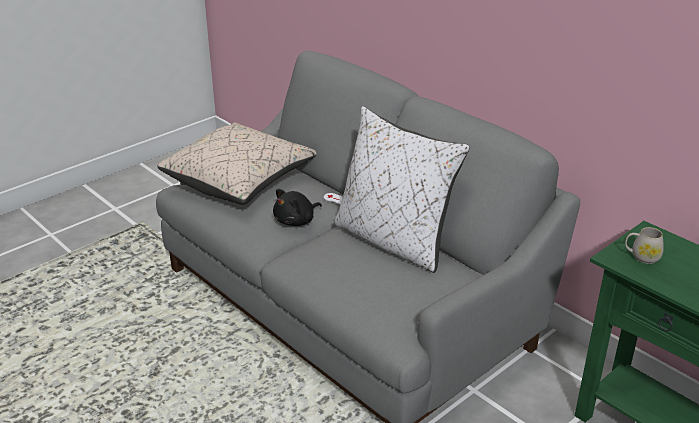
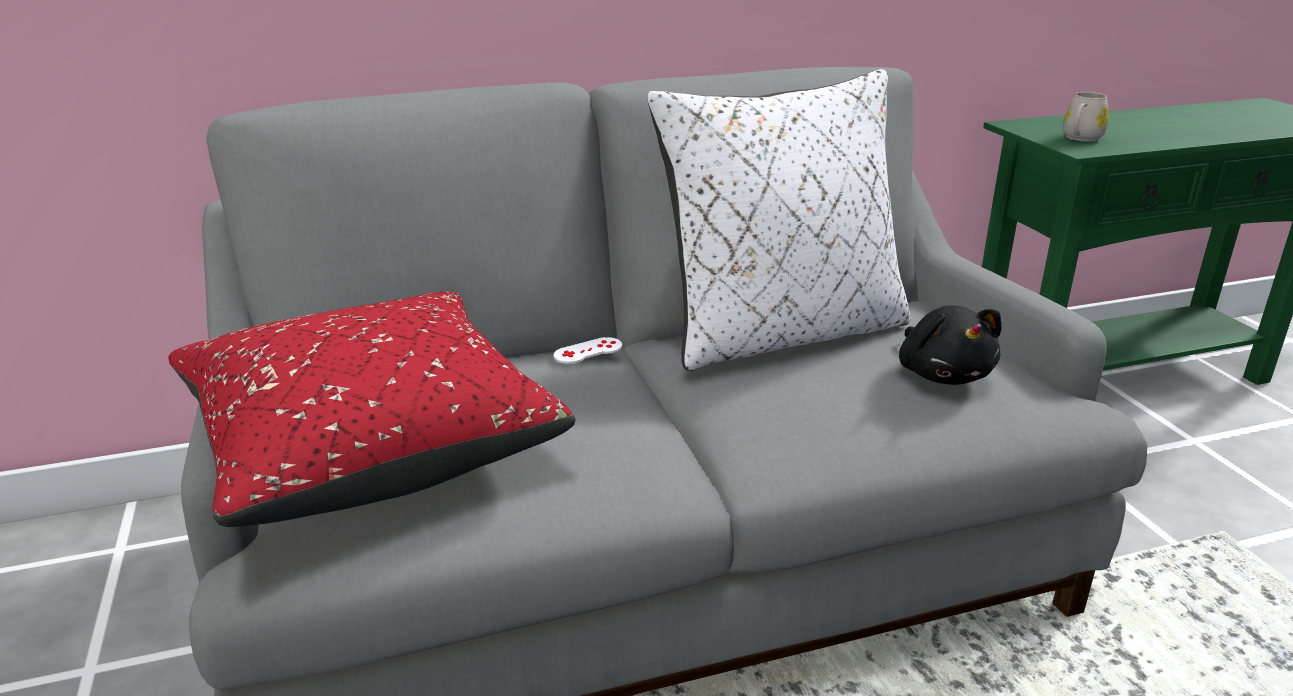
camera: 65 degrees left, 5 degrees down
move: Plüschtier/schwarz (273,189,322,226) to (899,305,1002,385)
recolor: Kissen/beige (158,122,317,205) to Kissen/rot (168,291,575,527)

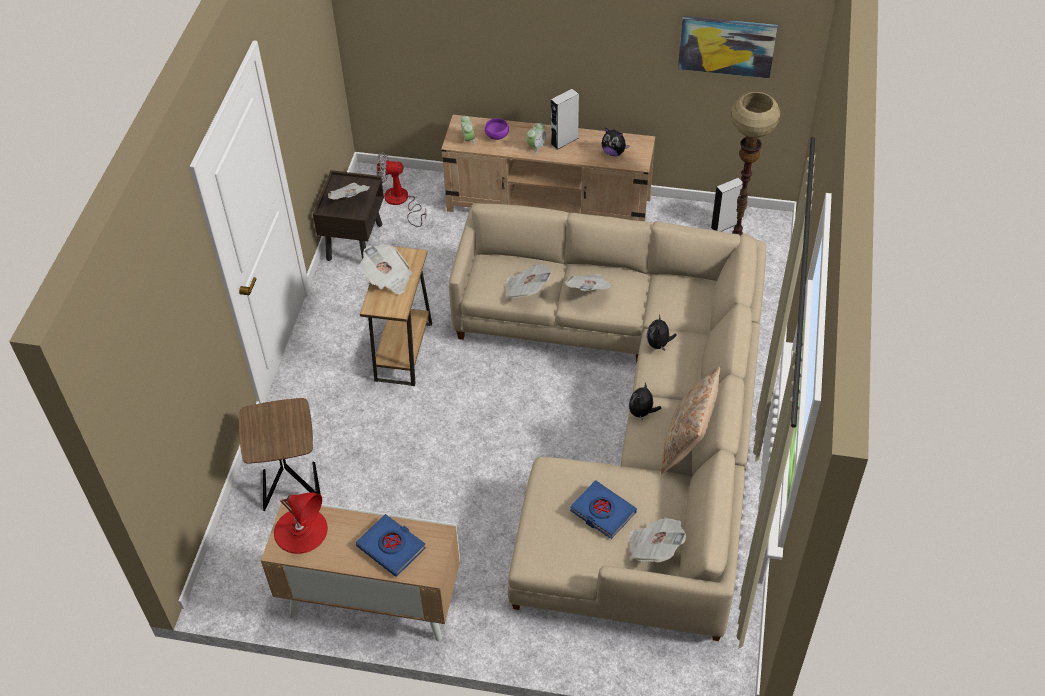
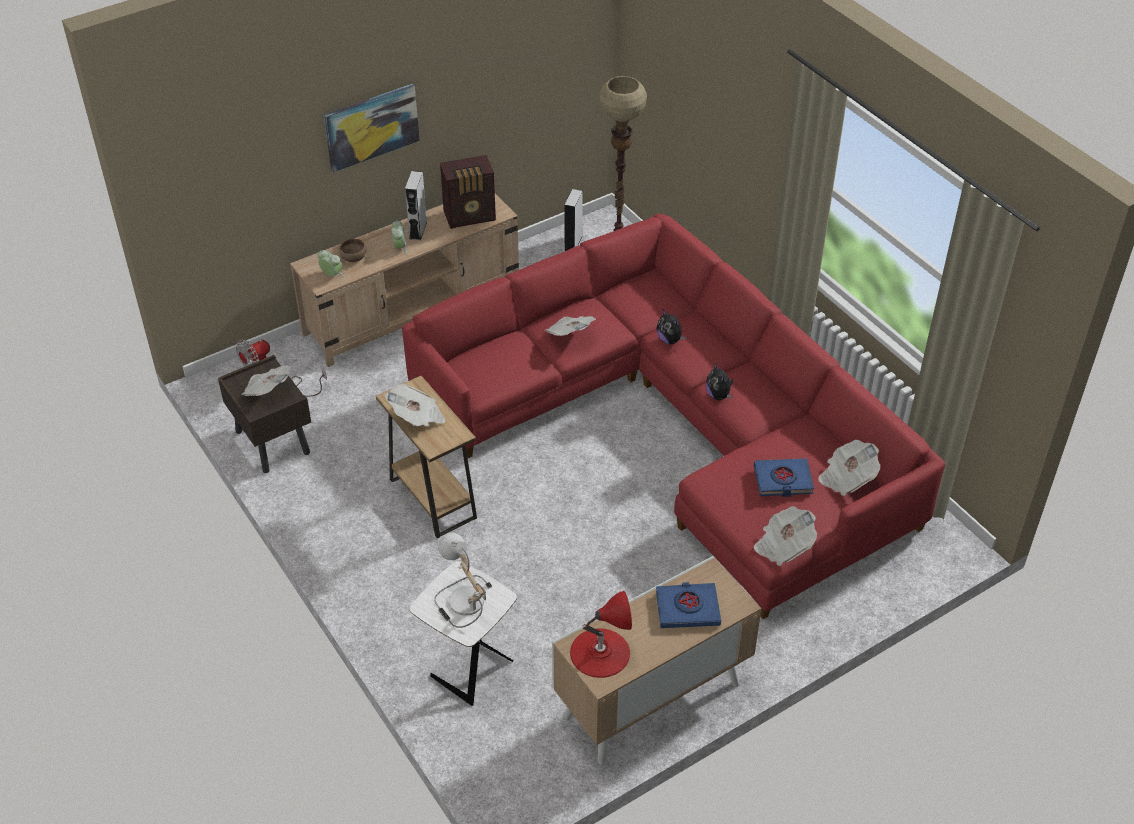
camera: 45 degrees left, 5 degrees down
delete: Kissen/beige (661,367,720,474)
insert: Tischlampe (434,533,492,628)
move: Zeitung (506,265,551,298) to (754,506,817,566); Bild (678,16,778,78) to (324,84,420,173)
replace: Plüschtier (601,127,630,156) to Radio (440,155,496,229)
recolor: Beistelltisch/braun (239,398,321,511) to Beistelltisch/weiß (410,561,517,706); Sofa/beige (449,203,766,641) to Sofa/rot (402,214,946,619); Schüssel/lila (485,118,509,140) to Schüssel/braun (339,239,366,262)

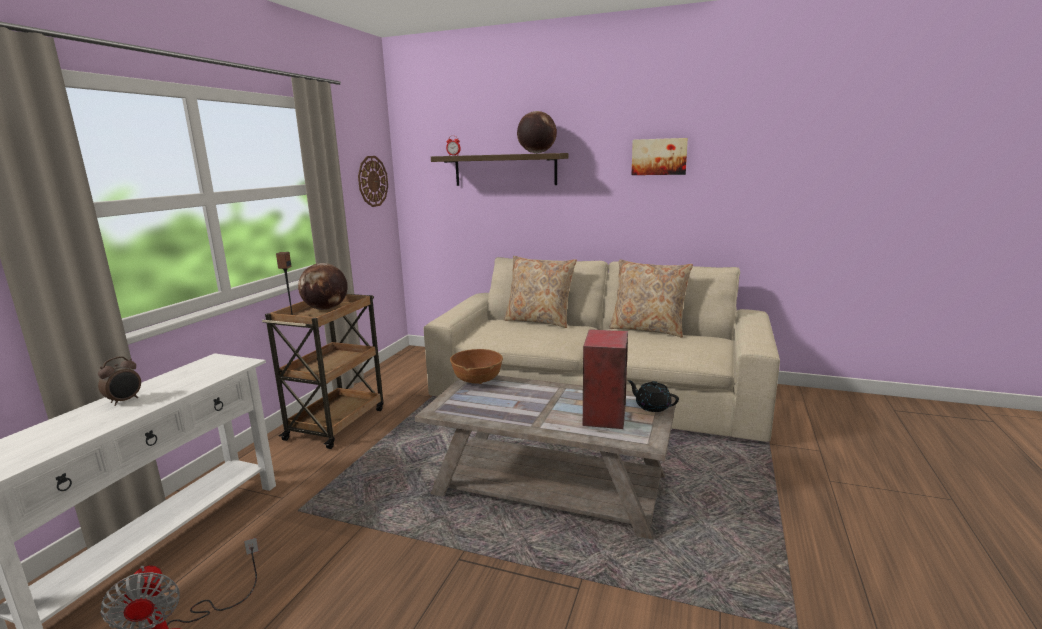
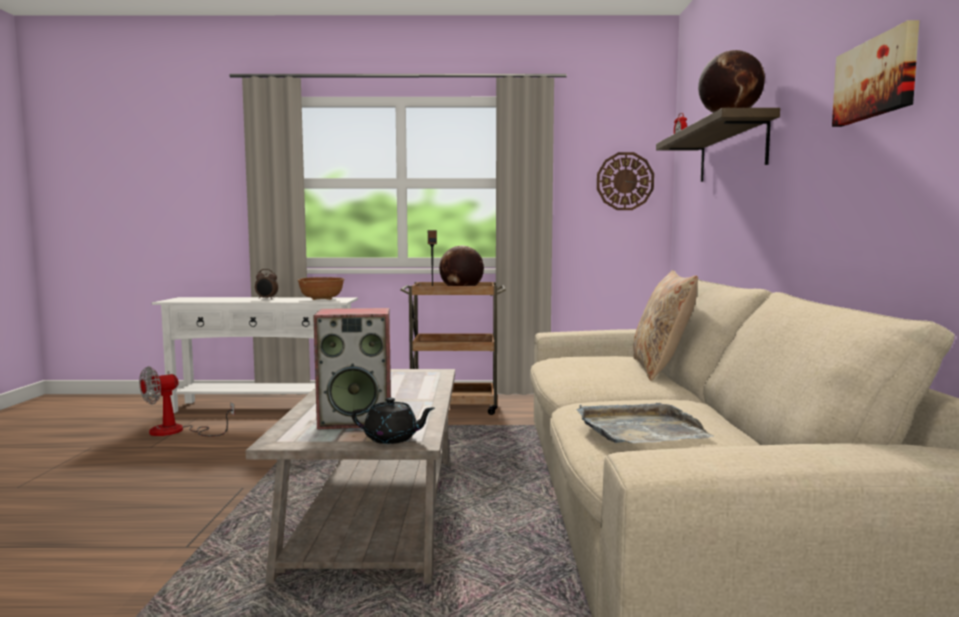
camera: 70 degrees right, 10 degrees down
delete: Kissen/beige (609,259,693,338)
insert: Tablett/grau (576,403,714,443)
move: Schüssel/braun (450,349,503,384) to (298,277,344,300)
rotate: Teekanne/schwarz (628,380,679,412) = (352,398,435,444) 75 degrees clockwise

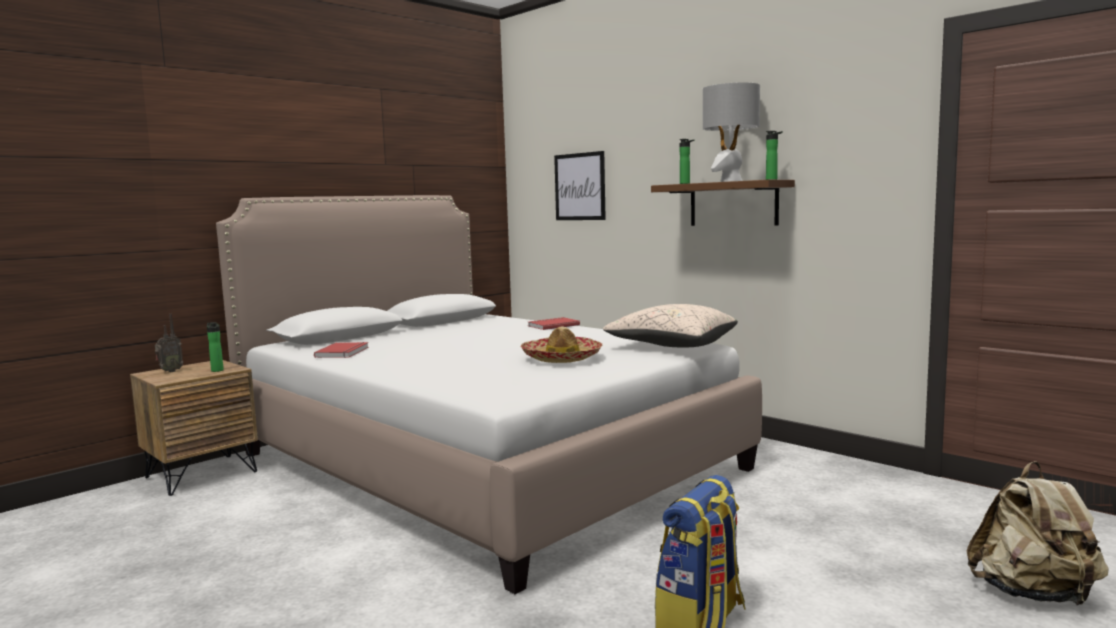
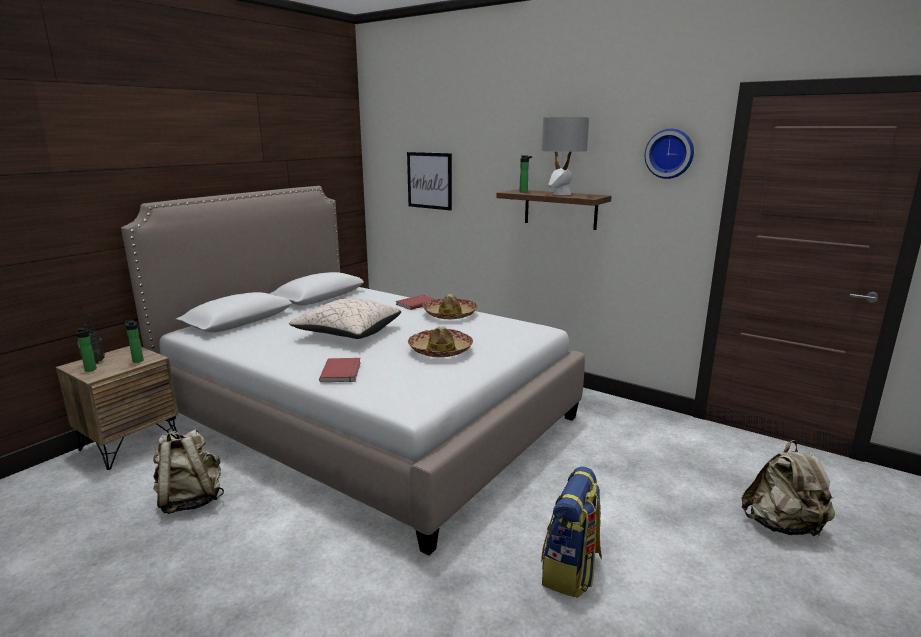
camera: 10 degrees left, 10 degrees up
insert: Rucksack/beige (153,429,224,514); Hut (422,294,477,319); Wanduhr (645,129,694,179)
move: Buch/rot (314,342,369,358) to (319,357,361,382); Kissen/beige (603,304,738,347) to (289,298,401,339); Flasche (766,131,783,180) to (76,328,97,372)

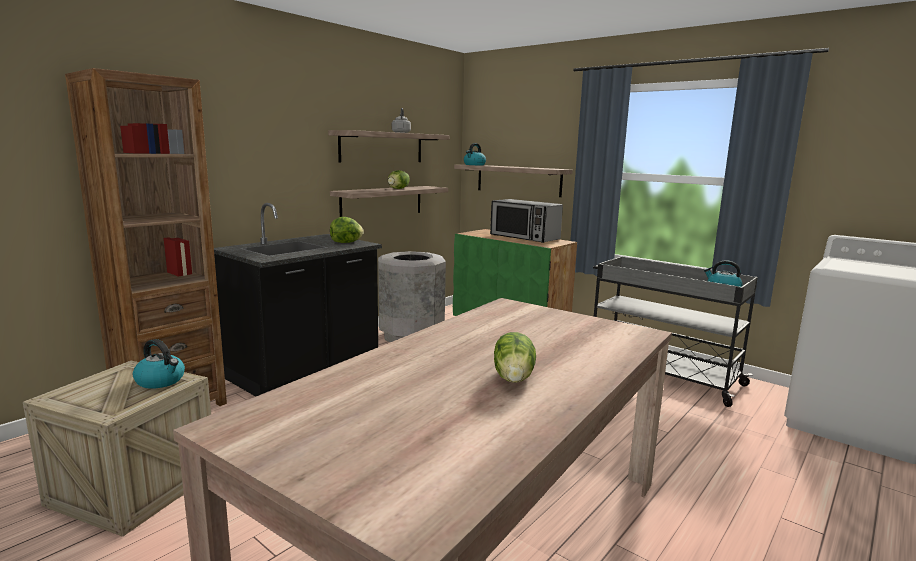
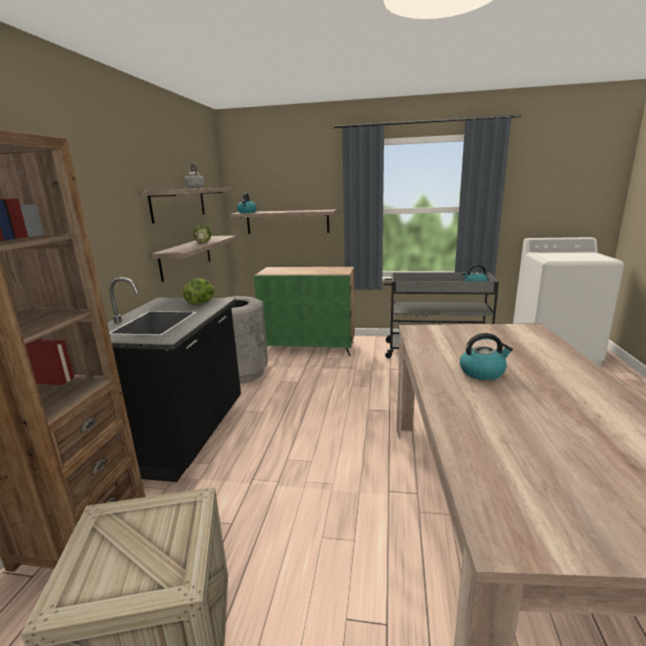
camera: 30 degrees left, 5 degrees up
delete: Mikrowelle (490,199,563,243); Salatkopf (494,332,536,383)
move: Wasserkessel (133,339,185,389) to (460,333,513,380)

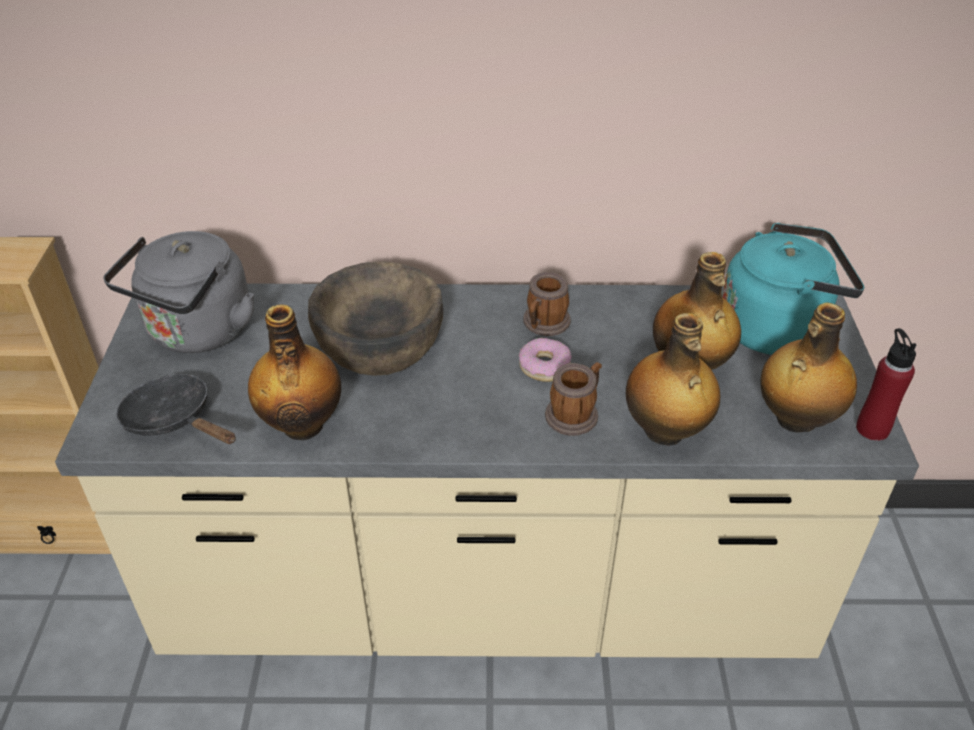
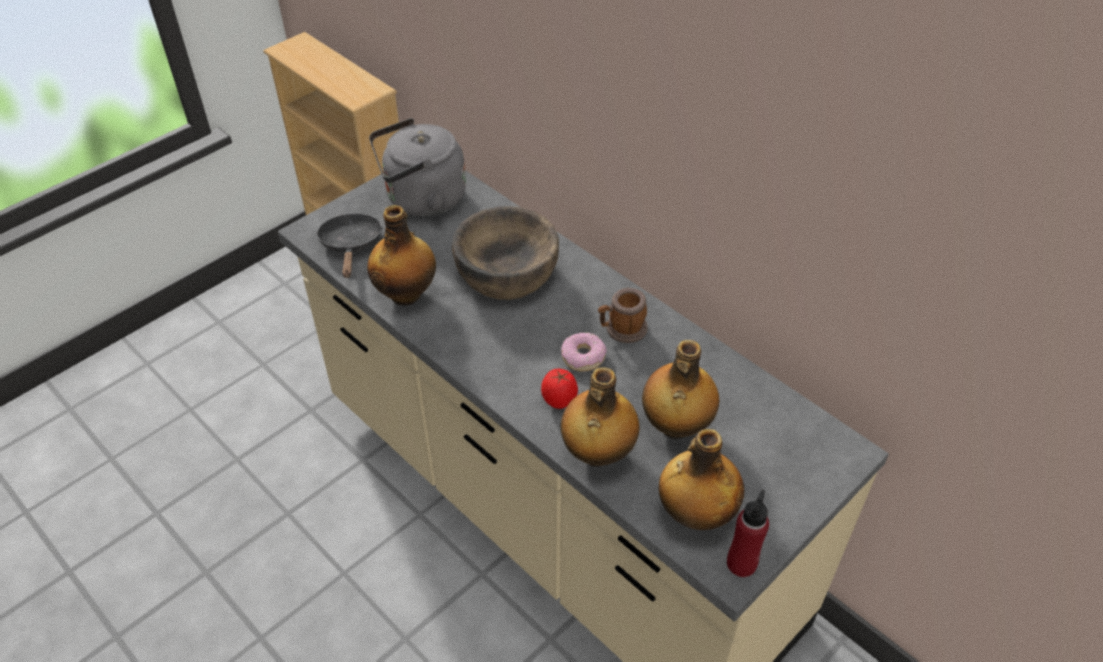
camera: 45 degrees right, 5 degrees up
delete: Wasserkessel/türkis (722,223,864,355)
replace: Henkelbecher (545,362,602,436) to Tomate (541,369,578,409)

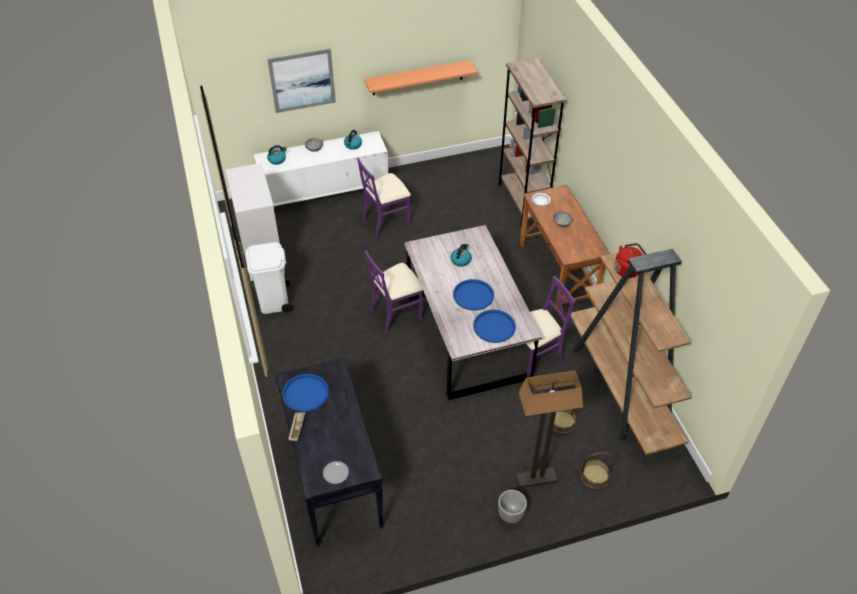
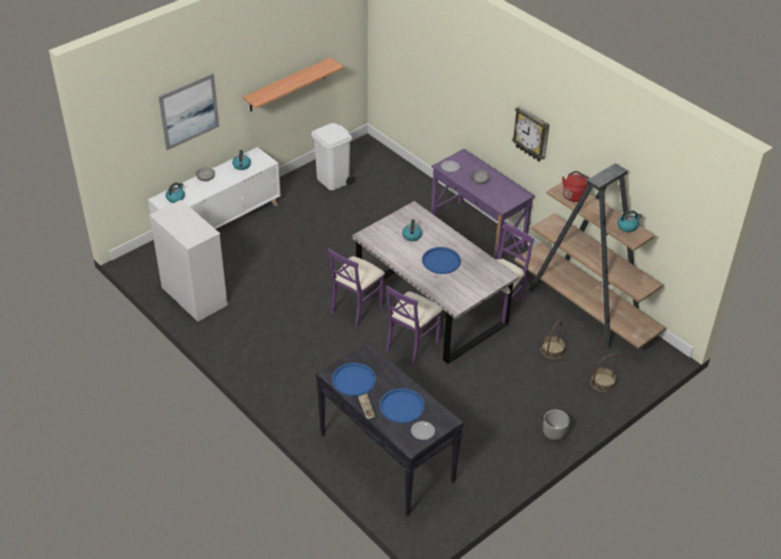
camera: 25 degrees left, 5 degrees down
delete: Bücherregal/braun (498,58,566,227); Stehlampe (516,371,583,488)
insert: Wanduhr (512,106,550,162); Wasserkessel (617,210,642,232)
move: Mülleimer/weiß (246,242,293,314) to (311,123,355,190); Stuhl/lila (357,158,411,237) to (386,286,443,365); Tablett/blau (473,310,516,343) to (380,388,425,423)
recolor: Schreibtisch/braun (520,185,610,313) to Schreibtisch/lila (431,149,535,259)

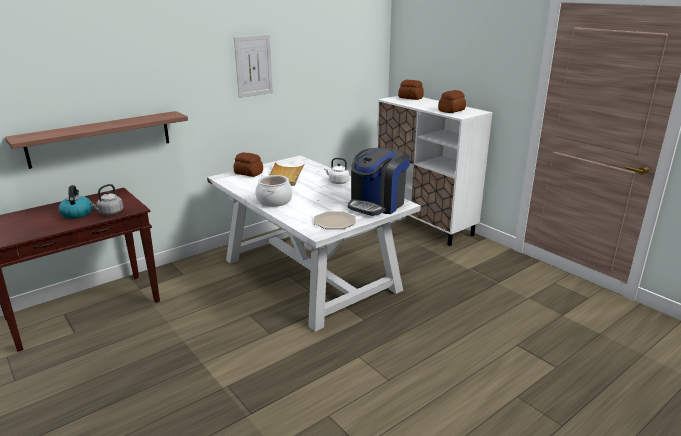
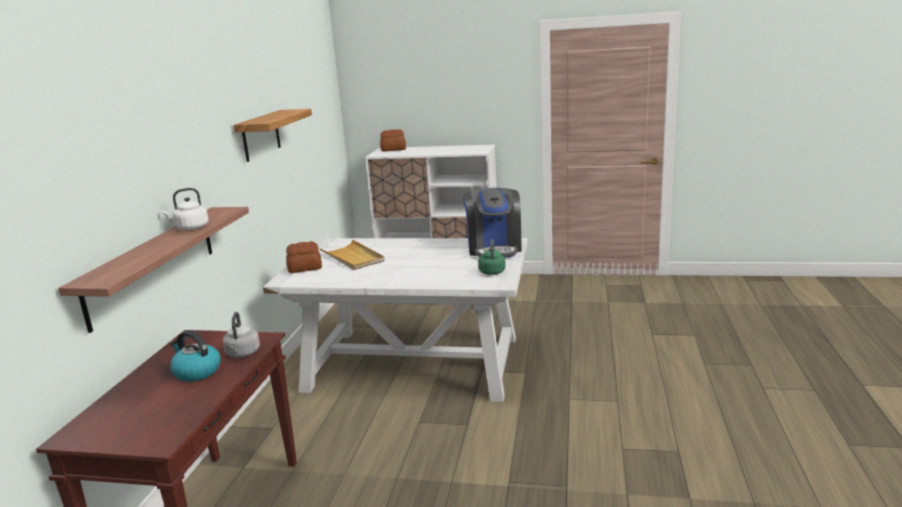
camera: 40 degrees left, 5 degrees down
delete: Kochtopf (255,175,292,207); Brot (438,90,466,113)
move: Wasserkessel/weiß (324,158,349,184) to (161,188,208,230)
replace: Bild (234,35,273,98) to Wandregal (233,109,312,162); Teller (314,211,356,229) to Wasserkessel/grün (478,239,506,275)

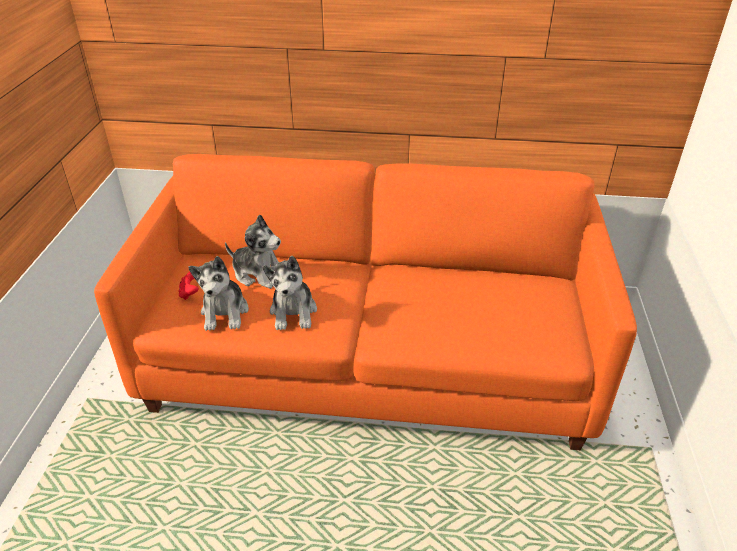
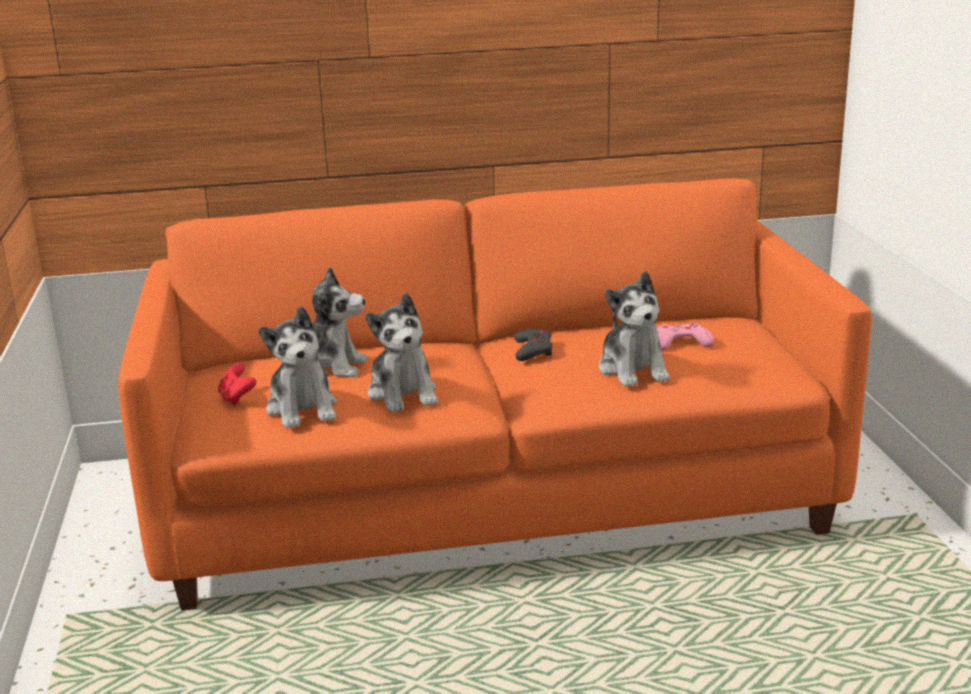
camera: 15 degrees left, 15 degrees down
insert: Gamepad/grau (514,328,553,361); Plüschtier (599,271,670,387); Gamepad/rosa (657,324,714,351)

